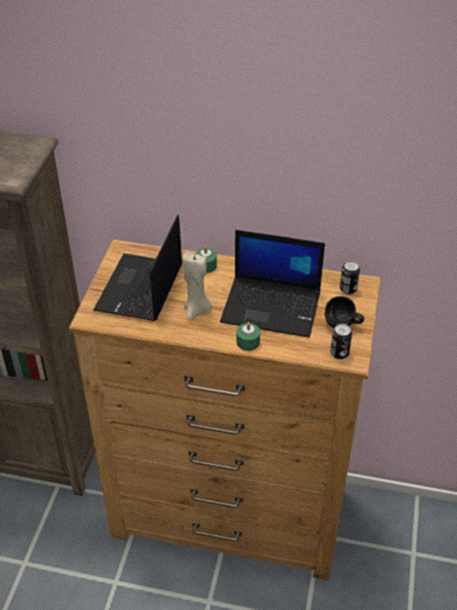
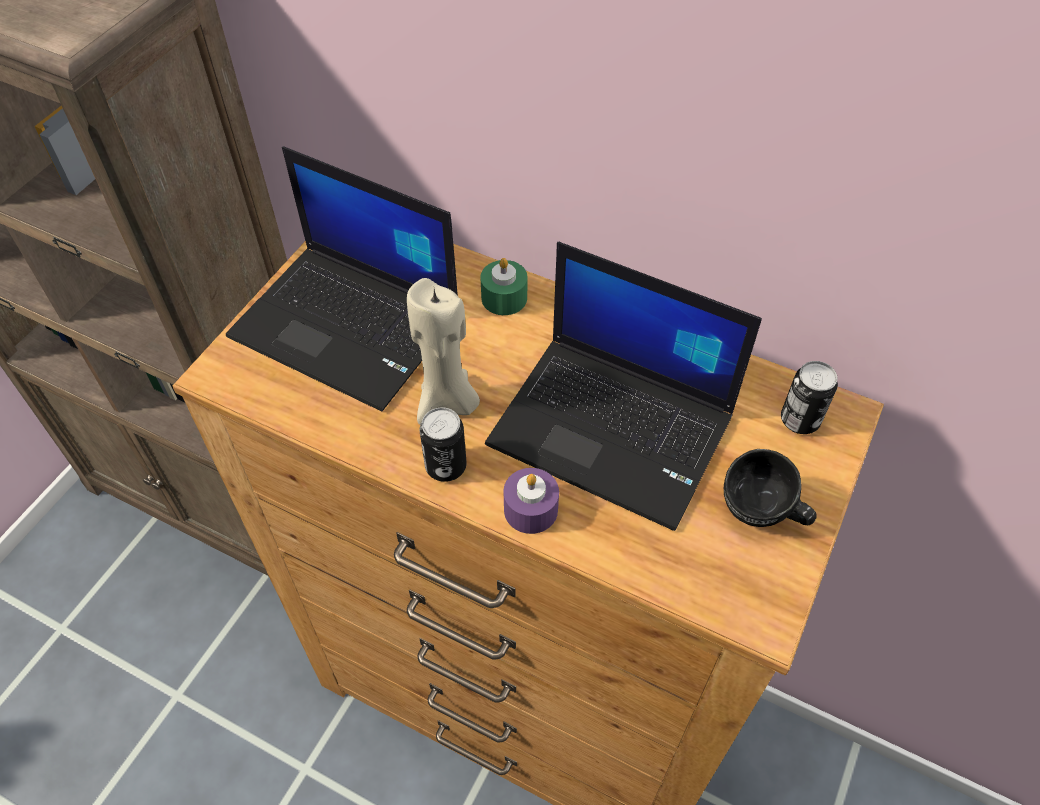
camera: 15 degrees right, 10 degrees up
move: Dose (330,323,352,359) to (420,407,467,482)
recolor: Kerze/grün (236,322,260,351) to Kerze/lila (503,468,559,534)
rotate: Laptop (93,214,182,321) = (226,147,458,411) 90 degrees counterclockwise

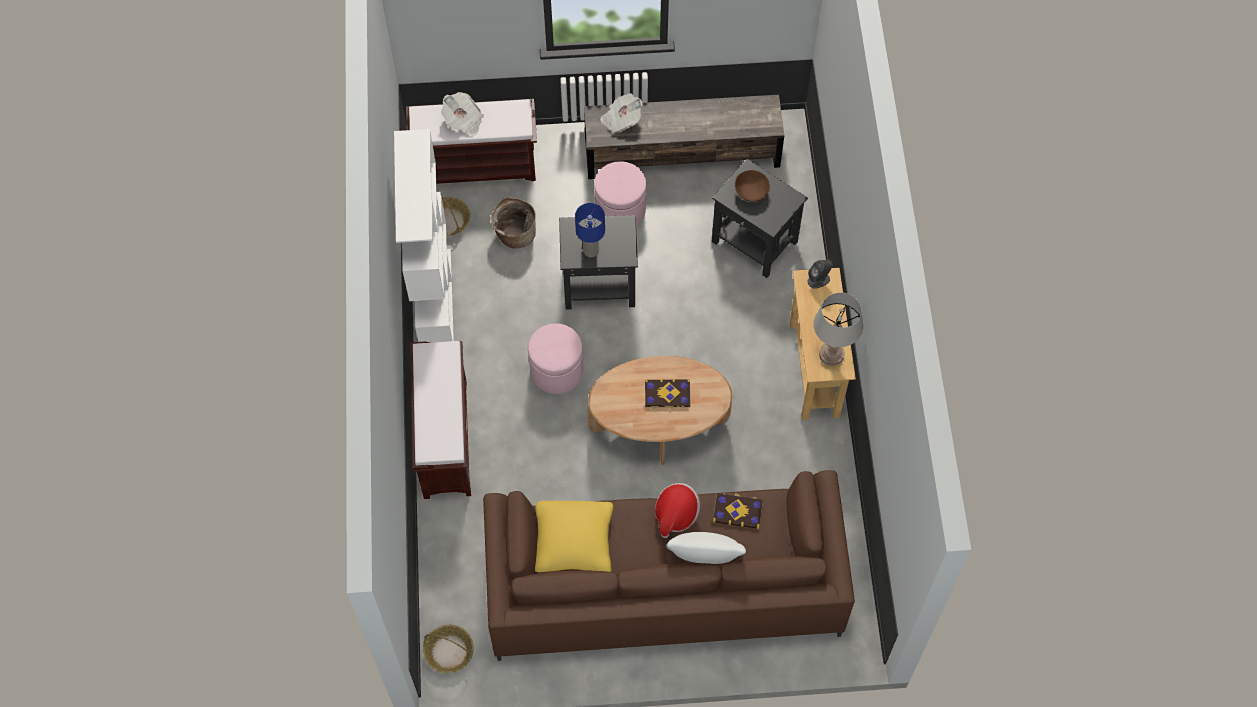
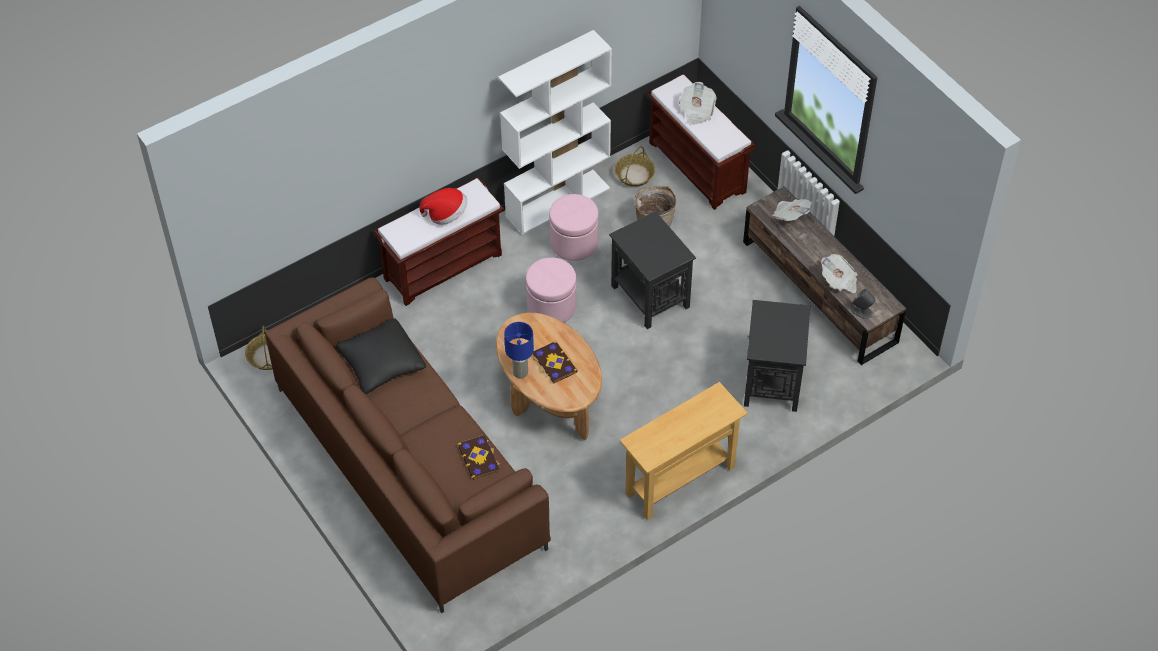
camera: 60 degrees right, 10 degrees down
delete: Kissen/weiß (666,532,746,564); Schüssel/braun (735,170,770,202); Tischlampe/grau (813,292,863,366)
insert: Zeitung (821,254,858,293)
move: Tischlampe/blau (575,203,605,257) to (504,322,534,378); Polsterhocker/rosa (594,161,646,226) to (549,194,599,261); Hut (655,483,700,538) to (420,188,467,225); Lautsprecher/grau (807,260,833,289) to (851,289,876,319)
recolor: Kissen/gelb (535,501,613,572) to Kissen/schwarz (336,318,426,394)

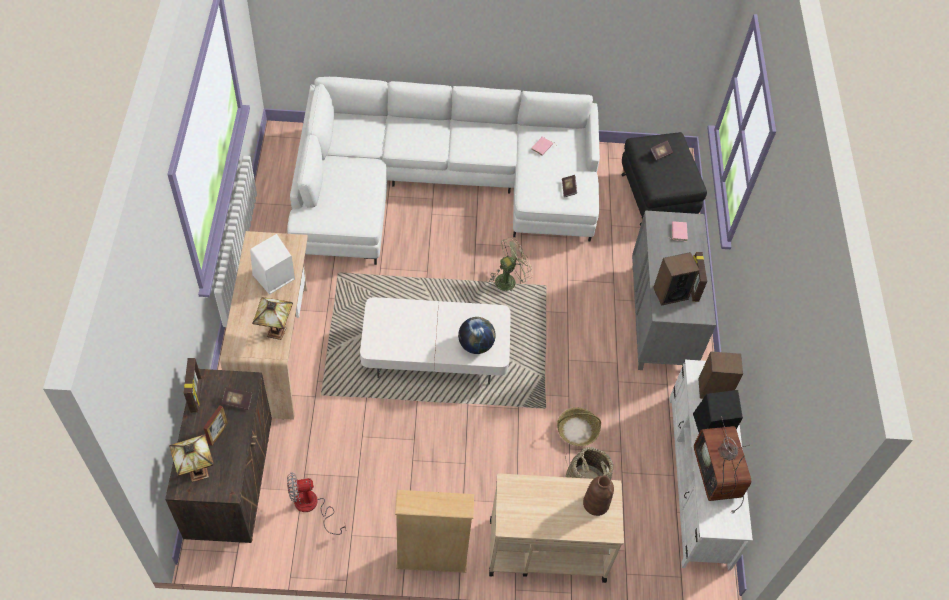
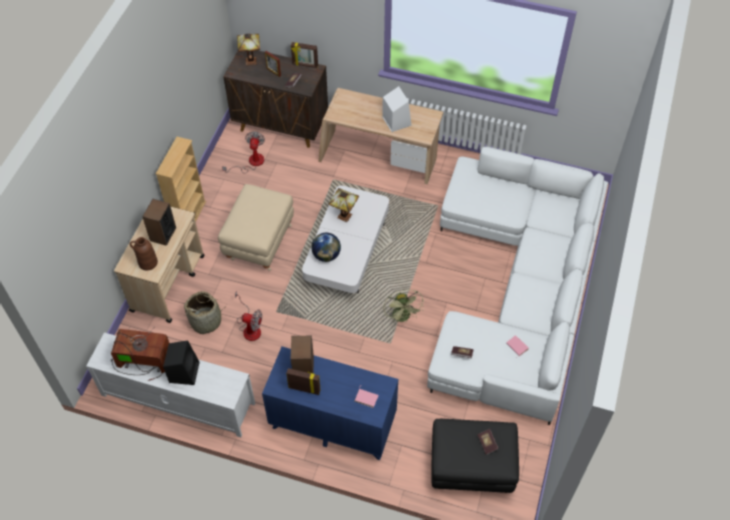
camera: 110 degrees right, 0 degrees up
insert: Polsterhocker/beige (218,184,294,271)
move: Tischlampe (252,297,293,340) to (328,188,359,222); Lautsprecher (698,352,743,399) to (142,199,176,246)
replace: Korb (557,408,601,446) to Ventilator (235,291,262,341)
recolor: Kommode/grau (632,210,716,370) to Kommode/blau (262,347,398,460)

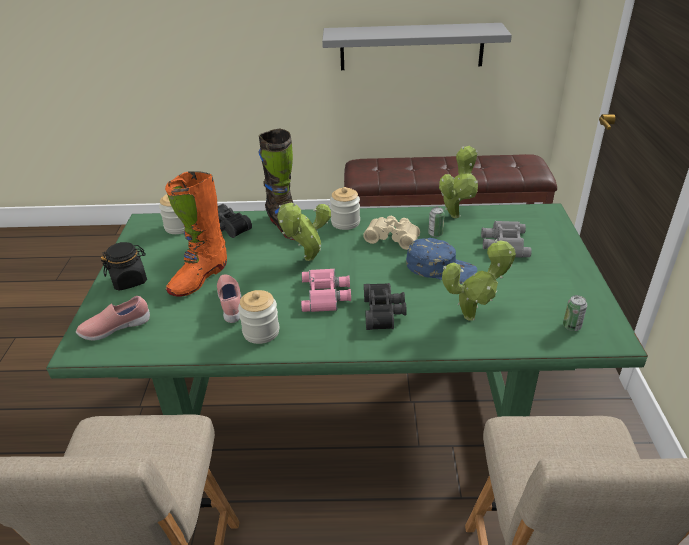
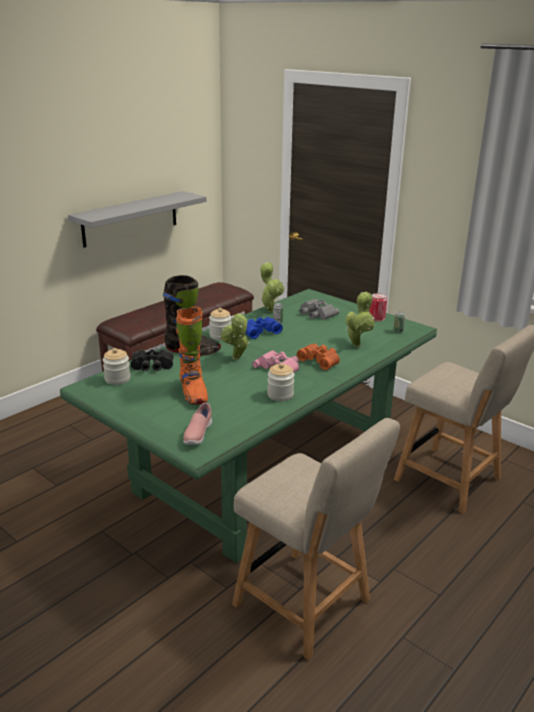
camera: 50 degrees left, 10 degrees down
delete: Vorratsglas/schwarz (101,242,147,291); Schuh/rosa (217,274,241,323); Kappe/blau (406,238,477,284)
insert: Dose (369,293,387,321)
recolor: Fernglas/beige (363,216,420,250) to Fernglas/blau (246,317,283,339); Fernglas/schwarz (364,283,407,330) to Fernglas/orange (297,343,340,370)

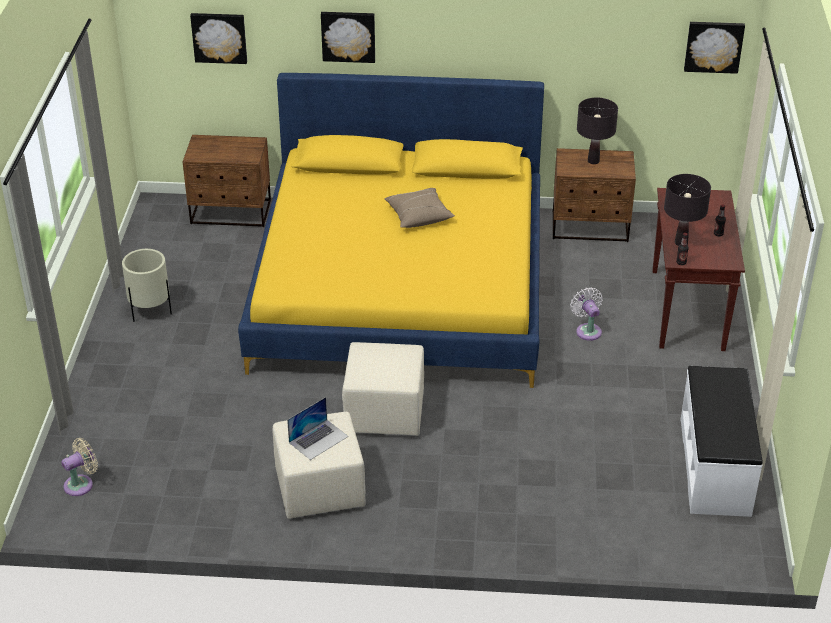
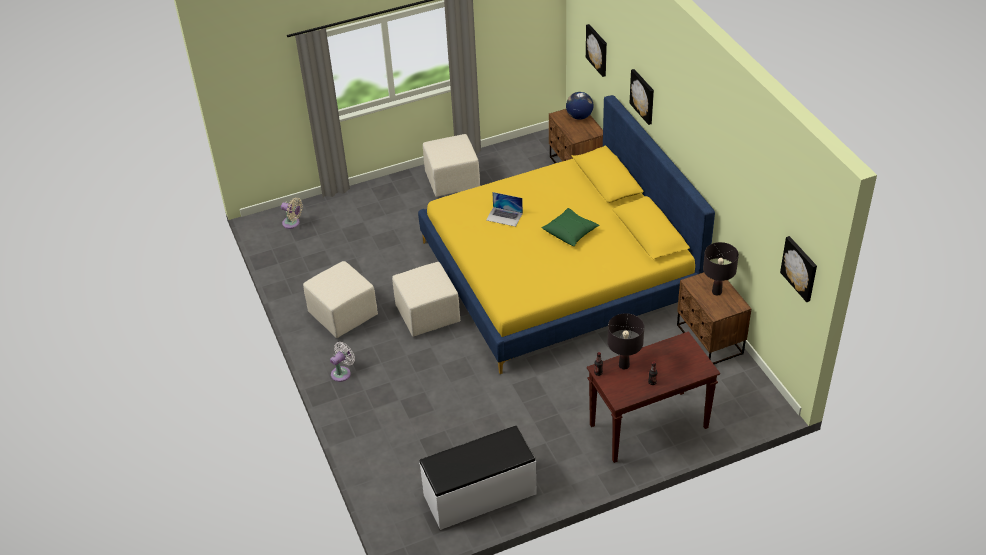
camera: 65 degrees right, 5 degrees up
insert: Globus (566,92,593,120)
move: Laptop (287,397,348,460) to (486,192,523,227); Ventilator/weiß (570,287,602,341) to (330,342,355,382)
replace: Pflanzkübel/beige (122,249,172,322) to Polsterhocker/beige (423,134,480,197)
recolor: Kissen/beige (384,188,455,228) to Kissen/grün (541,208,600,246)

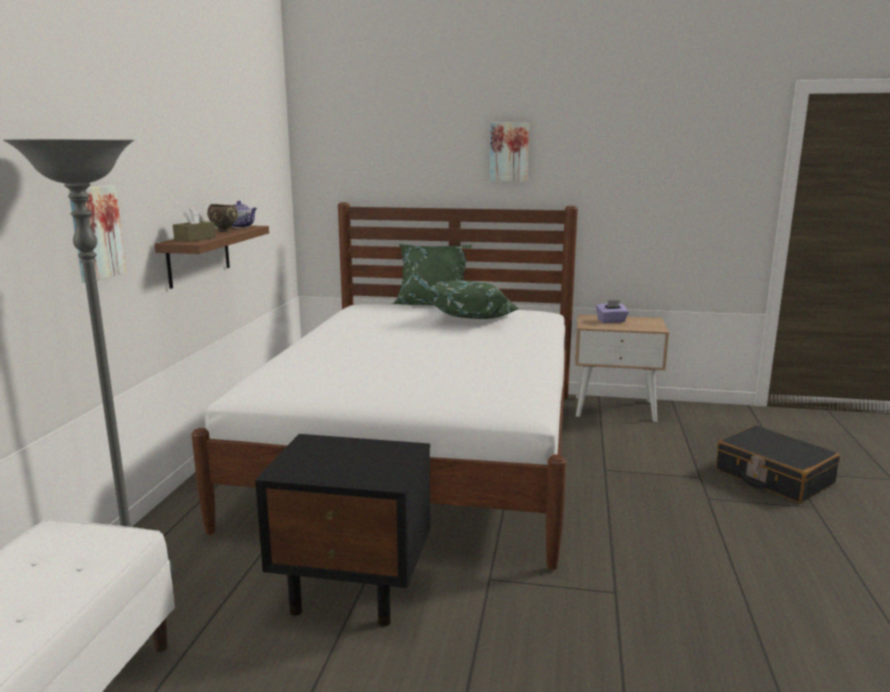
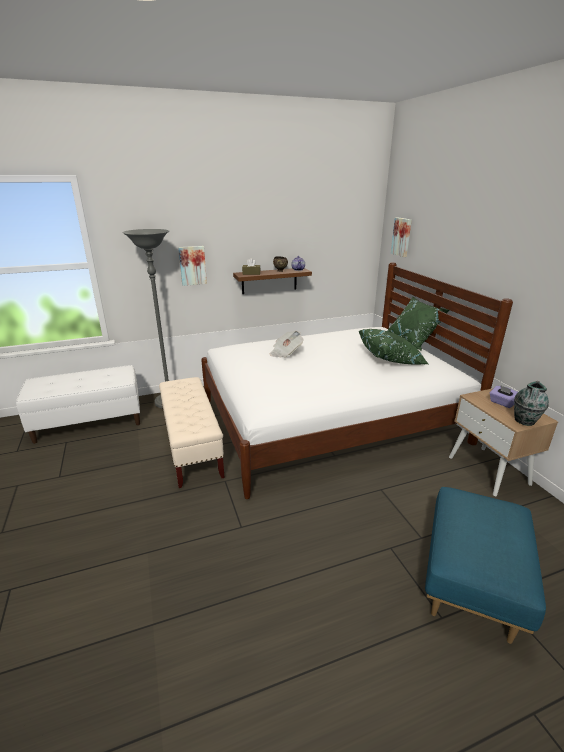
camera: 60 degrees right, 10 degrees up
insert: Zeitung (269,331,304,358); Vase (514,381,549,426)
move: Bild (490,122,529,182) to (391,217,412,257)
replace: Nachttisch/schwarz (255,434,430,627) to Bank/beige (159,377,225,488); Koffer/schwarz (716,425,840,503) to Polsterhocker/blau (425,487,546,644)

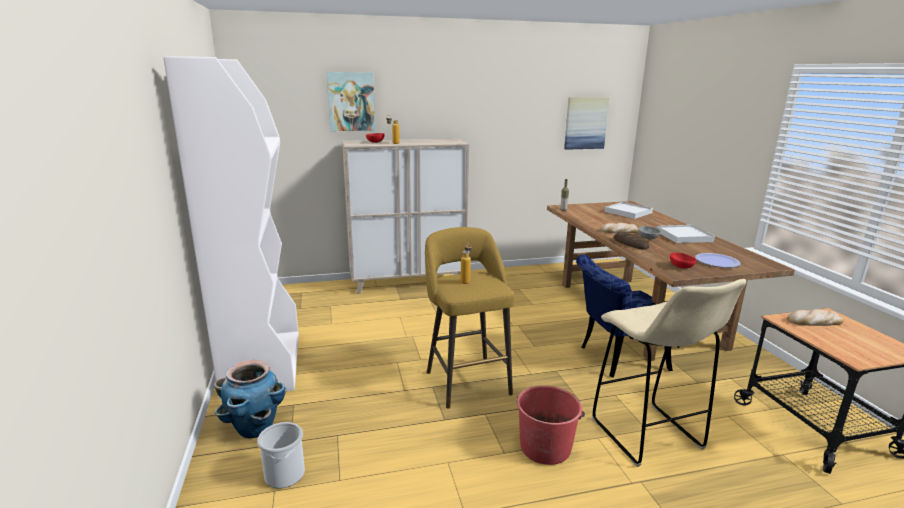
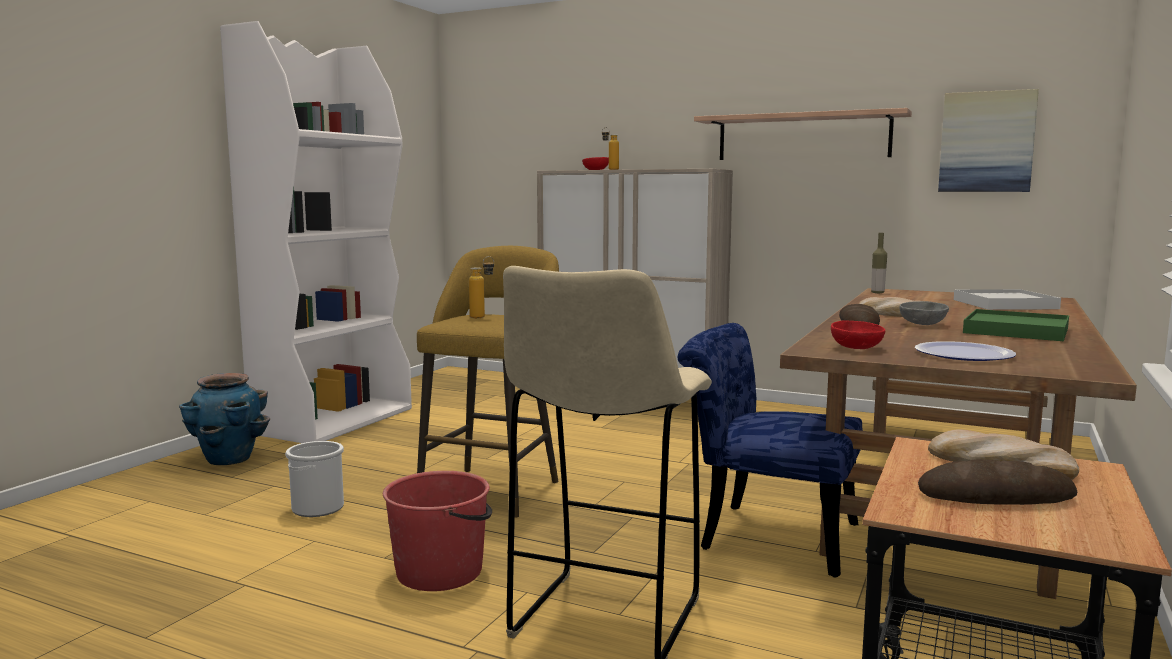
camera: 40 degrees right, 10 degrees down
delete: Bild (326,72,375,131)
insert: Wandregal (694,108,912,160); Brot (918,459,1077,505)
move: Eimer (257,422,305,488) to (285,441,344,517)
recolor: Tablett/weiß (657,225,715,243) to Tablett/grün (963,309,1069,341)

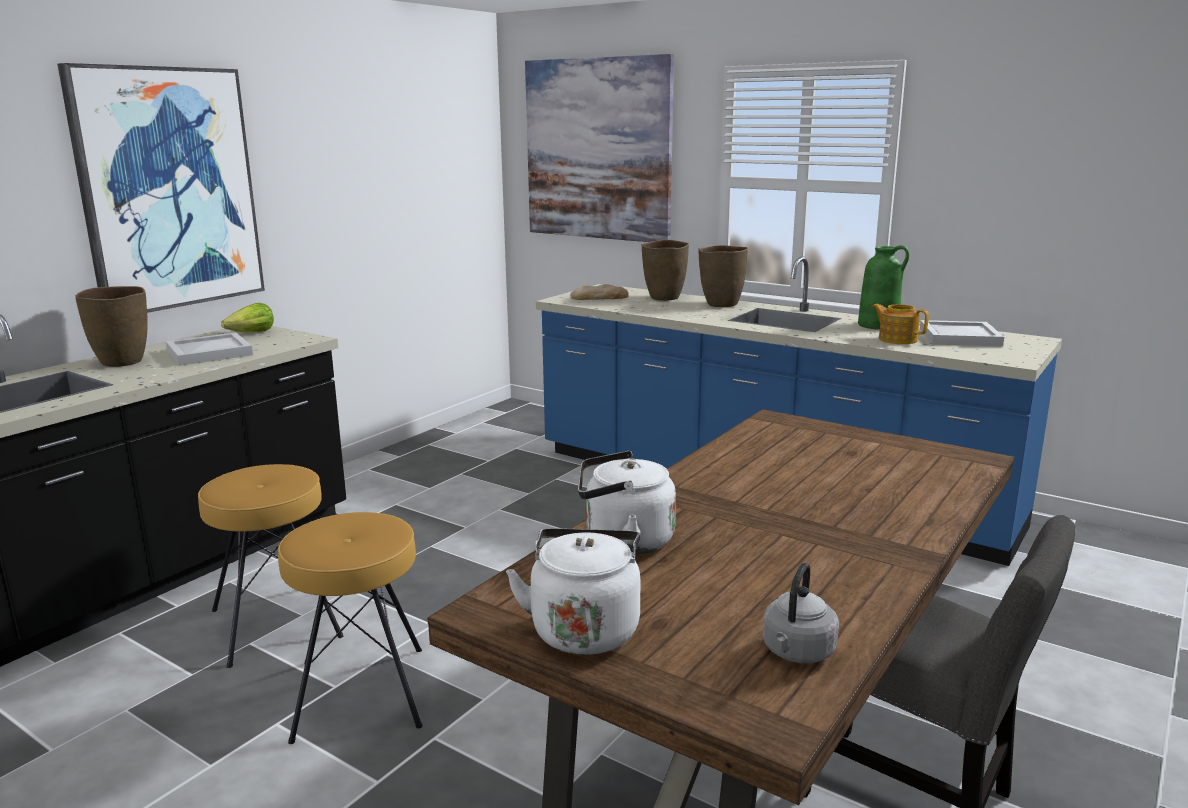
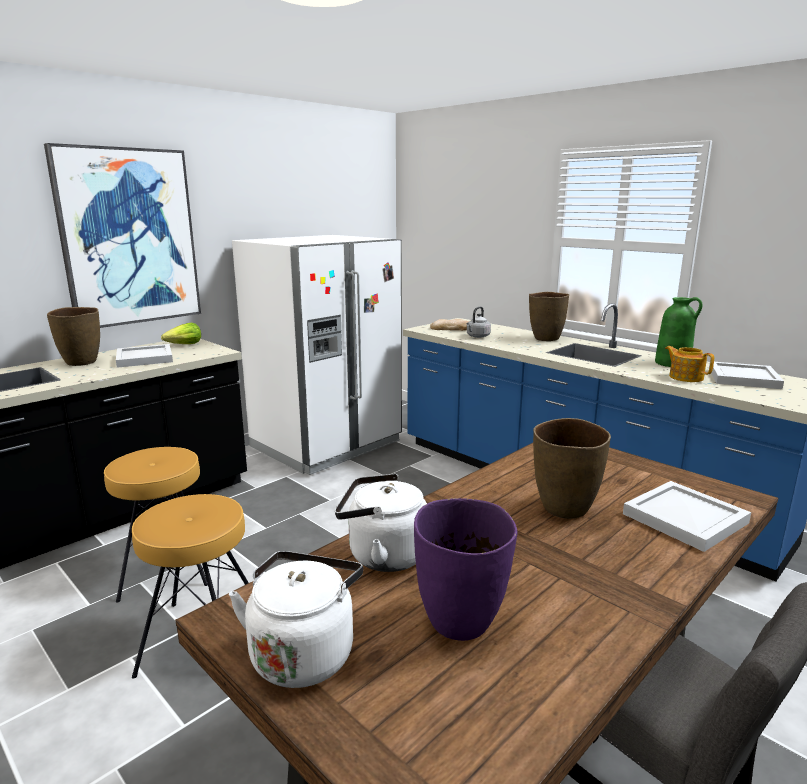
camera: 10 degrees right, 0 degrees up
delete: Bild (525,54,674,242)
insert: Kühlschrank/weiß (232,235,402,475); Vase/lila (414,498,518,641); Tablett/weiß (623,481,751,552)
move: Vase/braun (642,240,689,301) to (533,418,611,519); Wasserkessel/grau (763,563,839,663) to (467,306,491,338)

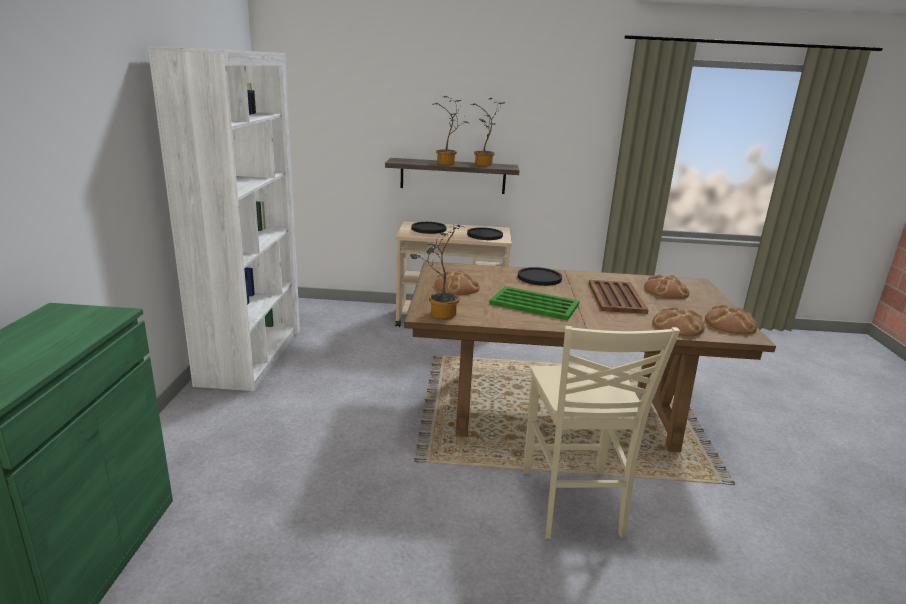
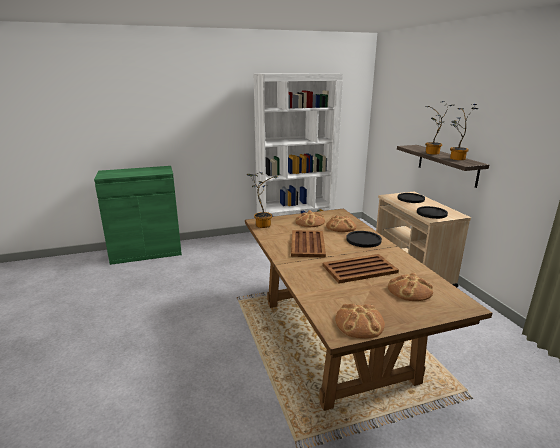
camera: 70 degrees right, 0 degrees up
delete: Stuhl/beige (523,326,680,539)
move: Brot (652,307,705,337) to (326,216,356,232)
recolor: Tablett/grün (489,286,579,320) to Tablett/braun (291,230,326,258)

